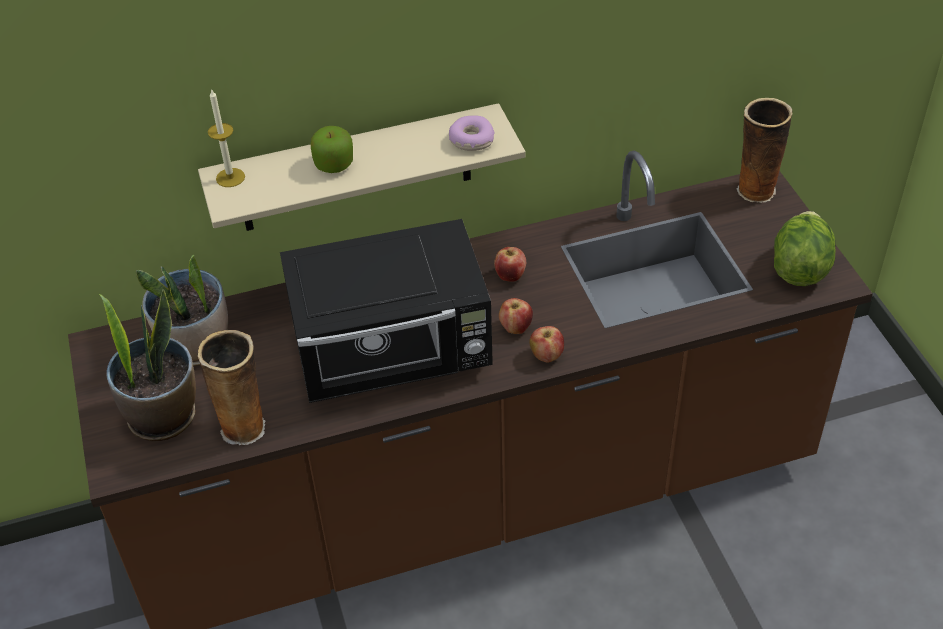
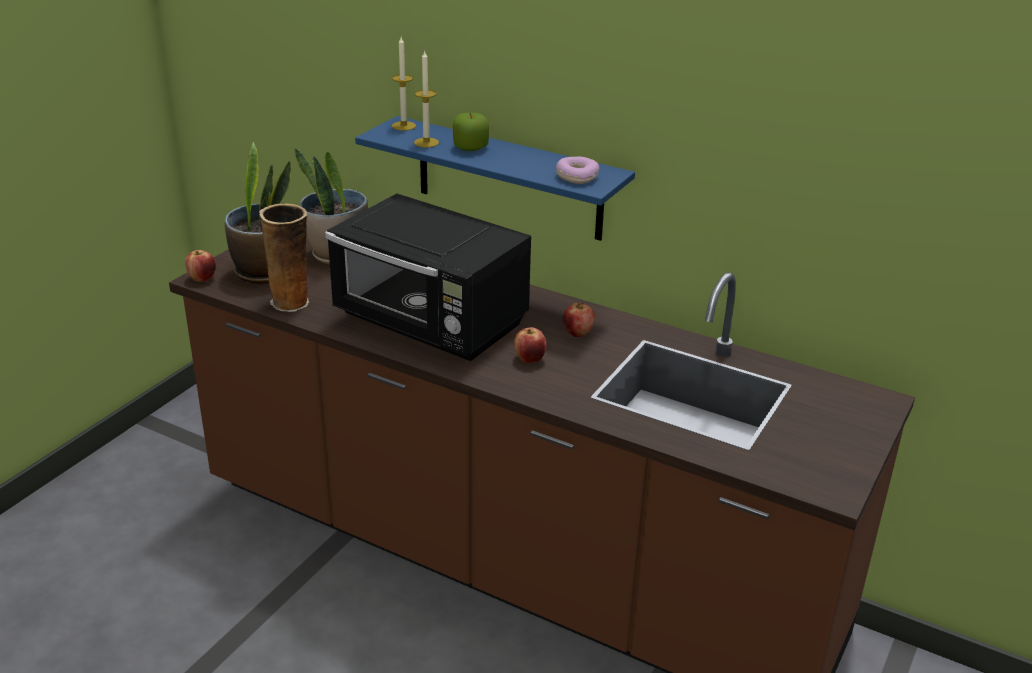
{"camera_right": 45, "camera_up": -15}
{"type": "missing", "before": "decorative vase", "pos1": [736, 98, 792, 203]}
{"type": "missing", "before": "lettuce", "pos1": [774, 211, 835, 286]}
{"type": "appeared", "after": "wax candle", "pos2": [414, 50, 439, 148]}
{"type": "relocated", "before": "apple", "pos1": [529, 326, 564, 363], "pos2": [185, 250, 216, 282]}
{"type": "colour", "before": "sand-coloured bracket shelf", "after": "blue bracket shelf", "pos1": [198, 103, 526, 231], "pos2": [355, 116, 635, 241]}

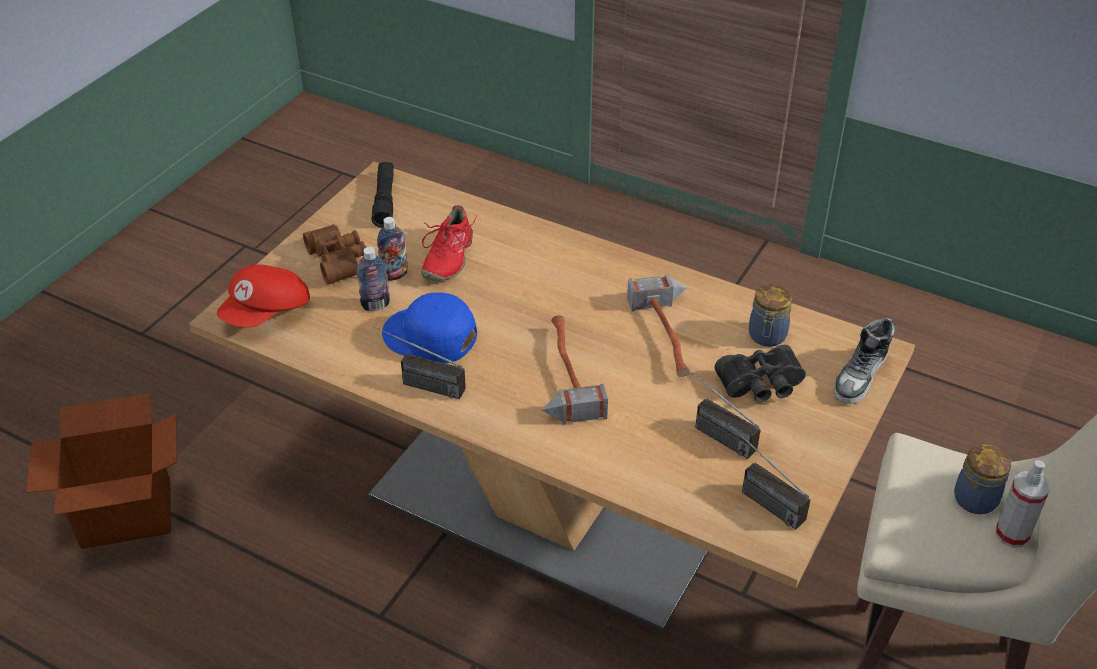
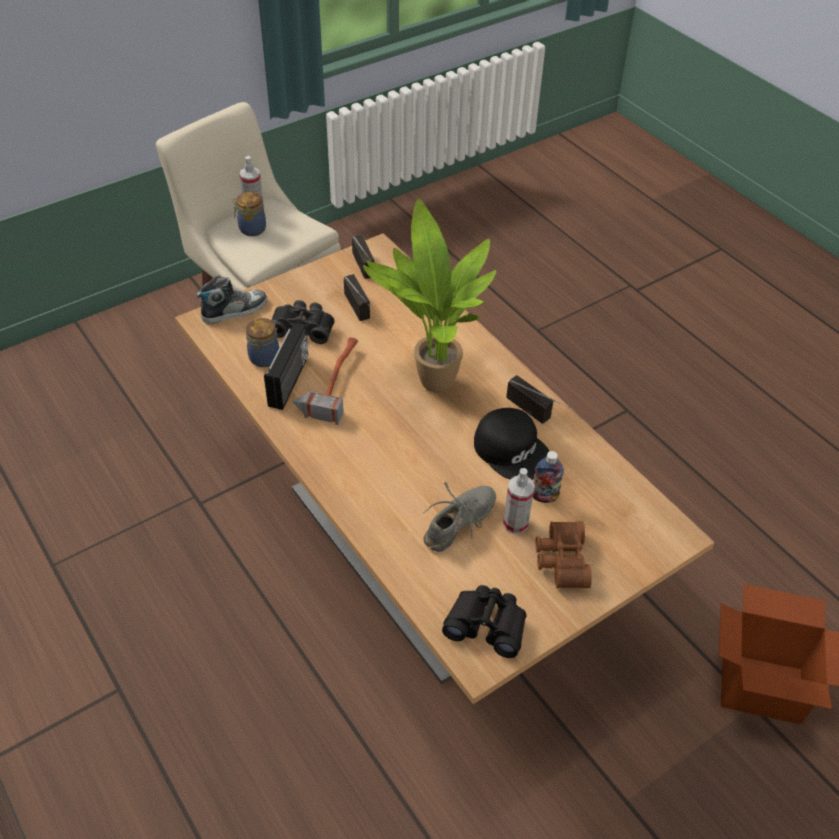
{"camera_right": -155, "camera_up": 5}
{"type": "missing", "before": "red peaked cap", "pos1": [217, 265, 310, 328]}
{"type": "appeared", "after": "radio set", "pos2": [264, 322, 309, 410]}
{"type": "exchanged", "before": "black torch", "after": "black binoculars", "pos1": [372, 162, 394, 228], "pos2": [442, 585, 526, 658]}
{"type": "exchanged", "before": "drink bottle", "after": "hand sprayer", "pos1": [377, 217, 408, 281], "pos2": [503, 468, 535, 534]}
{"type": "exchanged", "before": "hammer", "after": "plant in a pot", "pos1": [542, 315, 608, 425], "pos2": [363, 199, 496, 393]}
{"type": "colour", "before": "blue peaked cap", "after": "black peaked cap", "pos1": [382, 293, 477, 363], "pos2": [474, 408, 549, 480]}
{"type": "colour", "before": "red shoe", "after": "gray shoe", "pos1": [421, 205, 477, 281], "pos2": [423, 482, 496, 552]}

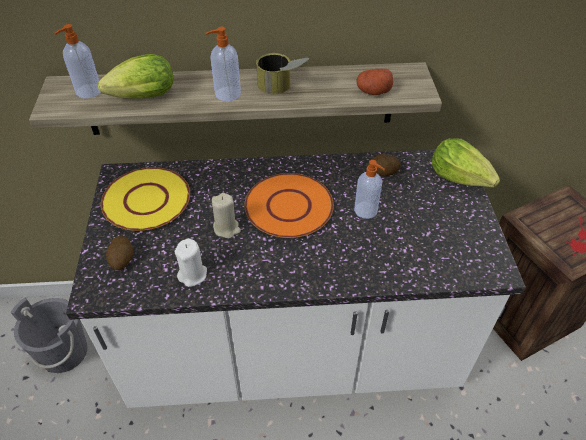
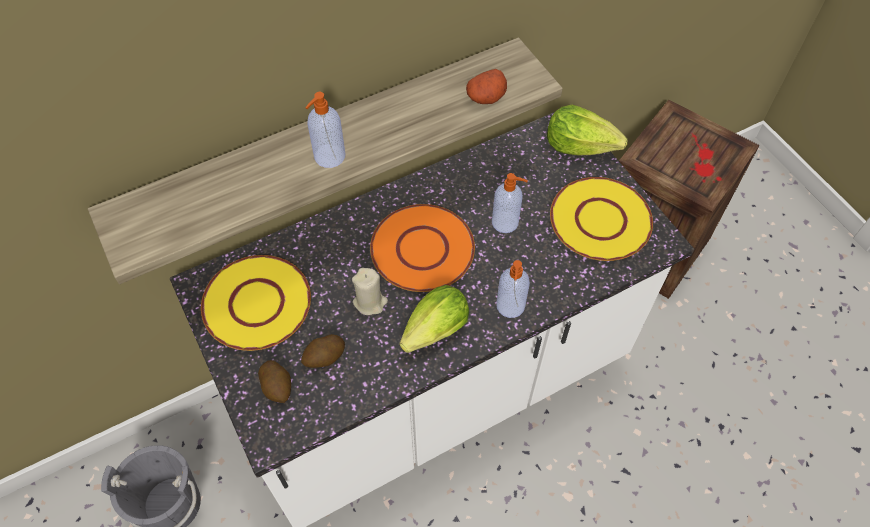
{"camera_right": -25, "camera_up": 10}
{"type": "missing", "before": "white-coloured wax candle", "pos1": [175, 238, 207, 287]}
{"type": "missing", "before": "sealed can", "pos1": [256, 53, 309, 94]}
{"type": "appeared", "after": "yellow dinner plate", "pos2": [550, 177, 653, 261]}
{"type": "relocated", "before": "soap dispenser", "pos1": [54, 24, 101, 98], "pos2": [496, 260, 530, 318]}
{"type": "relocated", "before": "lettuce", "pos1": [98, 54, 173, 99], "pos2": [400, 285, 469, 353]}
{"type": "relocated", "before": "potato", "pos1": [366, 154, 401, 176], "pos2": [301, 334, 345, 368]}

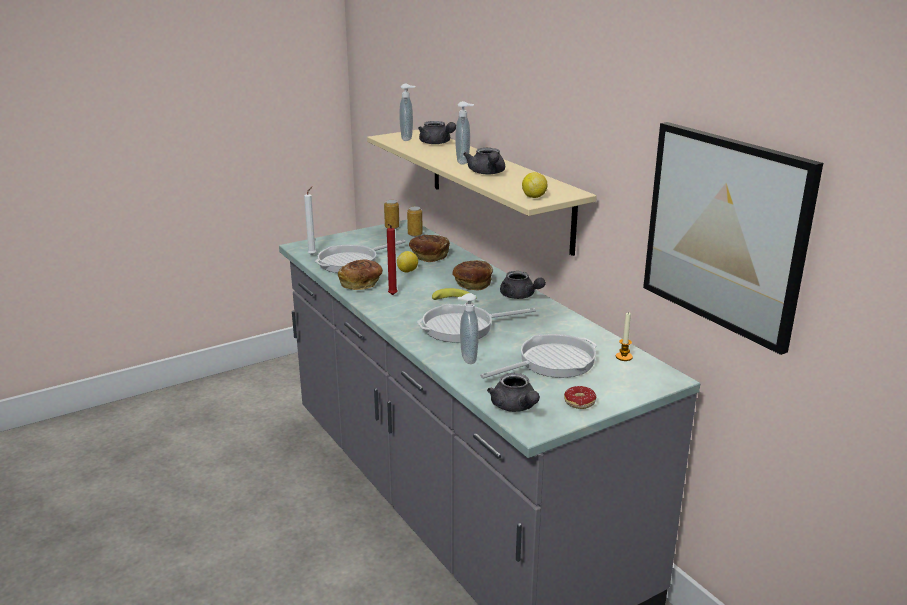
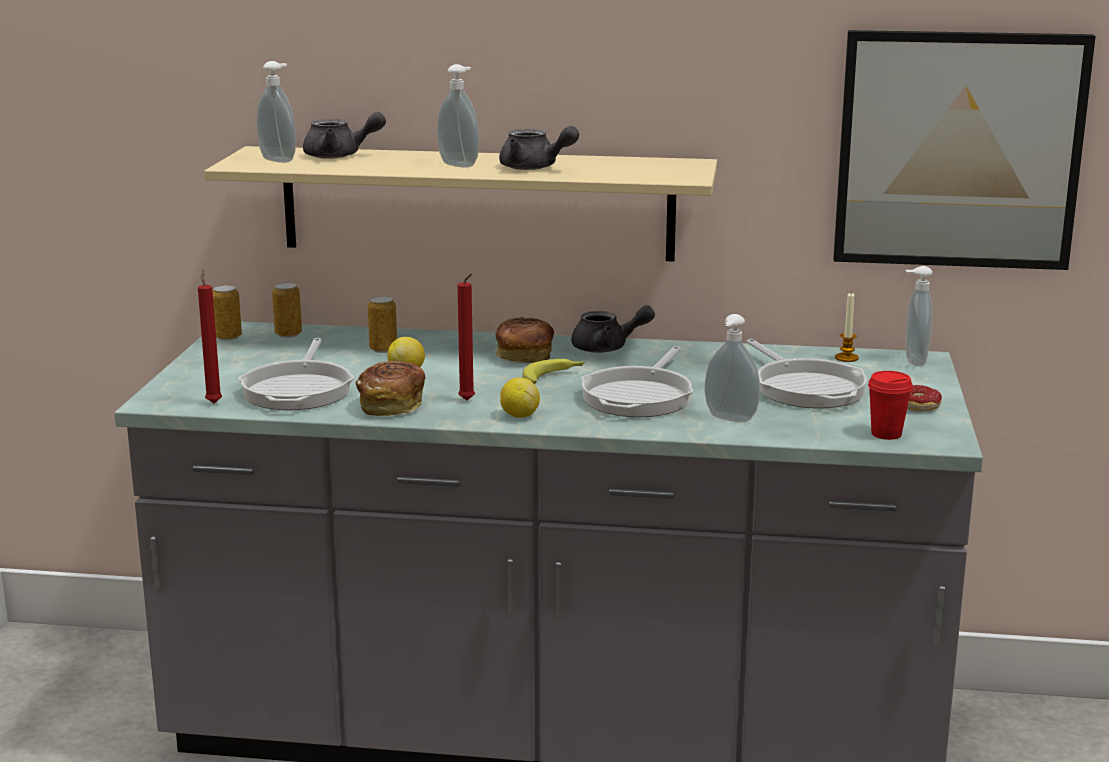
{"camera_right": -50, "camera_up": -5}
{"type": "appeared", "after": "soap dispenser", "pos2": [906, 266, 933, 366]}
{"type": "relocated", "before": "whole lemon", "pos1": [522, 172, 547, 198], "pos2": [500, 378, 540, 418]}
{"type": "exchanged", "before": "bakery bread", "after": "sealed can", "pos1": [409, 235, 450, 262], "pos2": [368, 296, 397, 353]}
{"type": "exchanged", "before": "gray teapot", "after": "red cup", "pos1": [487, 373, 540, 412], "pos2": [868, 371, 913, 440]}
{"type": "colour", "before": "white-coloured wax candle", "after": "red wax candle", "pos1": [304, 186, 316, 255], "pos2": [198, 270, 222, 403]}
{"type": "spun", "before": "pan", "pos1": [480, 334, 597, 379], "pos2": [746, 339, 867, 409], "turn": 150}

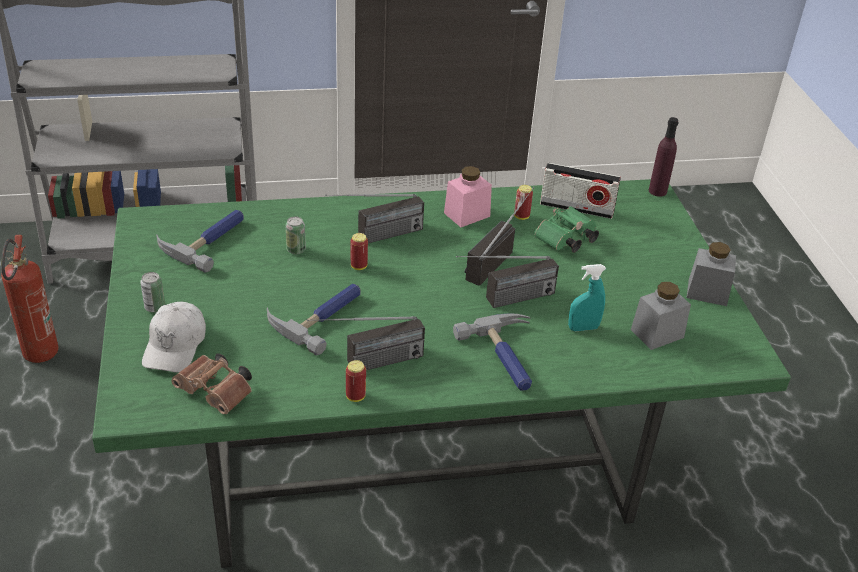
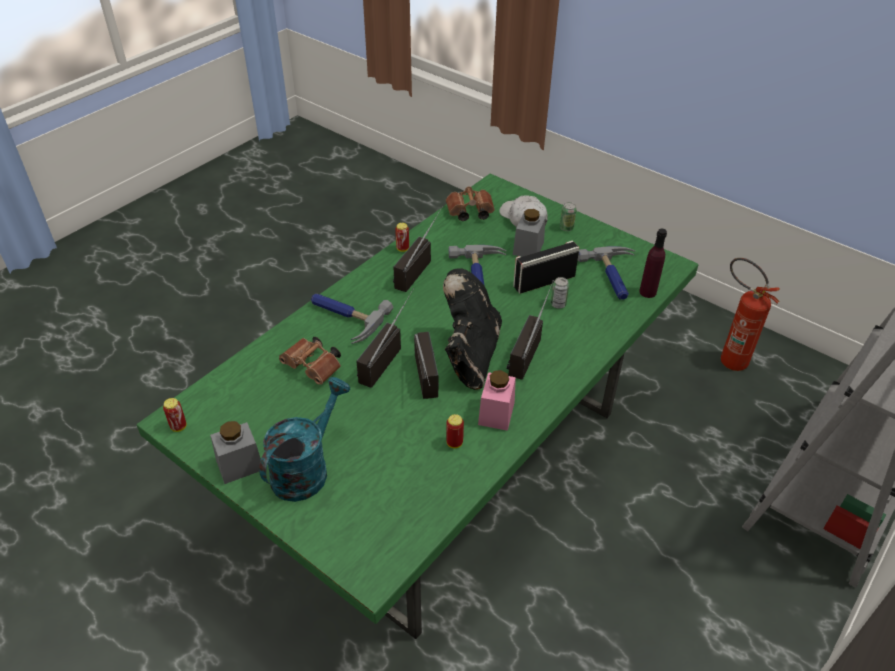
{"camera_right": 140, "camera_up": 5}
{"type": "missing", "before": "green-coloured binoculars", "pos1": [534, 206, 599, 253]}
{"type": "appeared", "after": "turquoise-coloured watering pot", "pos2": [259, 377, 351, 502]}
{"type": "appeared", "after": "black boot", "pos2": [443, 268, 502, 390]}
{"type": "relocated", "before": "sealed can", "pos1": [351, 233, 368, 270], "pos2": [163, 398, 187, 432]}
{"type": "relocated", "before": "radio set", "pos1": [540, 163, 621, 219], "pos2": [513, 241, 579, 294]}
{"type": "relocated", "before": "gray storage jar", "pos1": [631, 282, 691, 350], "pos2": [513, 209, 546, 257]}
{"type": "relocated", "before": "purplish drink bottle", "pos1": [649, 117, 679, 197], "pos2": [639, 229, 667, 298]}
{"type": "exchanged", "before": "turquoise-coloured hand sprayer", "after": "brown-coloured binoculars", "pos1": [568, 264, 606, 331], "pos2": [279, 337, 341, 385]}

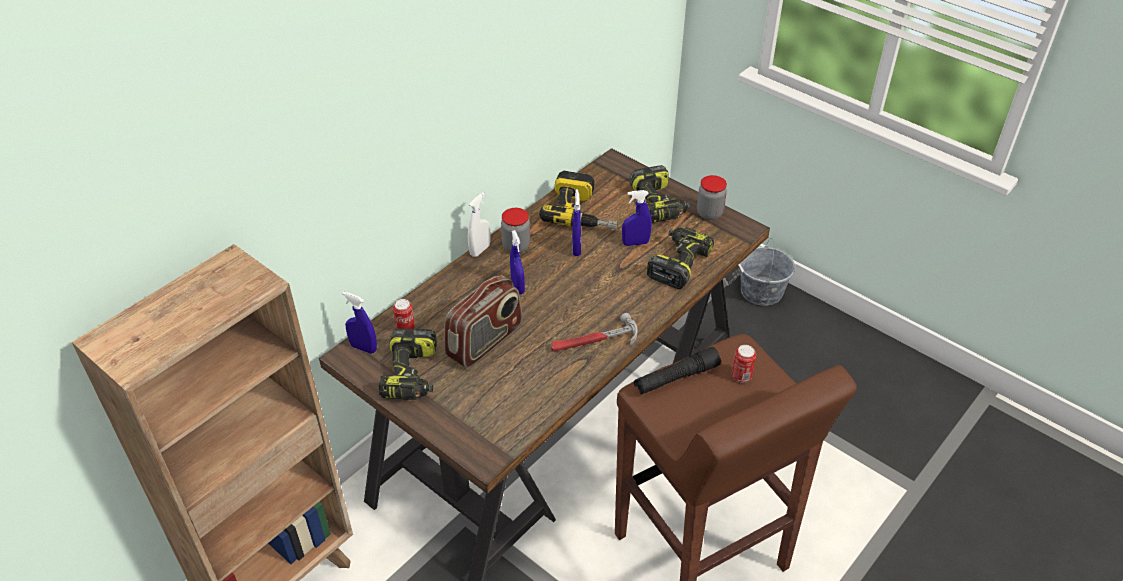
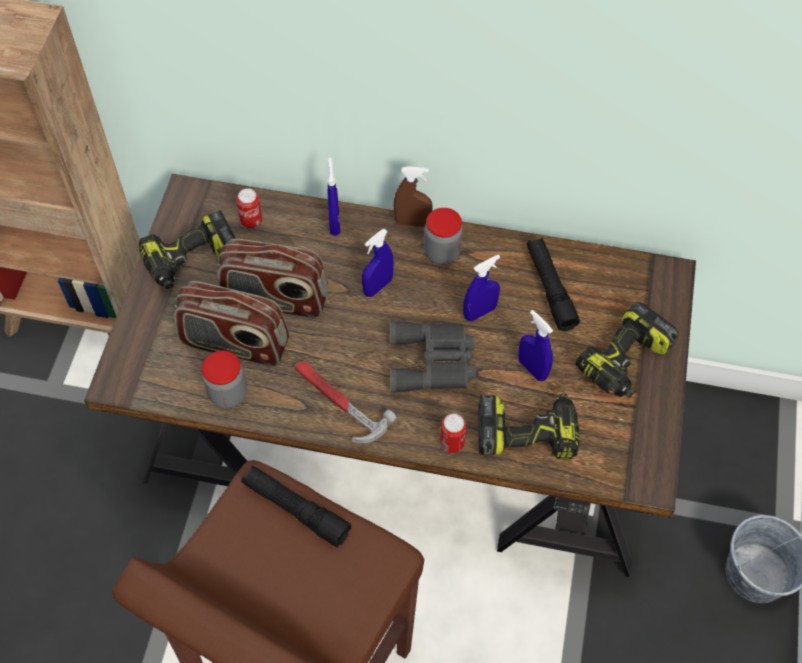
{"camera_right": 60, "camera_up": 15}
{"type": "appeared", "after": "radio set", "pos2": [174, 281, 289, 367]}
{"type": "appeared", "after": "gray binoculars", "pos2": [390, 322, 476, 392]}
{"type": "relocated", "before": "blue hand sprayer", "pos1": [342, 291, 377, 354], "pos2": [327, 157, 340, 236]}
{"type": "relocated", "before": "storage jar", "pos1": [697, 175, 727, 220], "pos2": [202, 350, 247, 409]}
{"type": "relocated", "before": "sealed can", "pos1": [732, 345, 756, 383], "pos2": [440, 414, 467, 453]}
{"type": "exchanged", "before": "drill", "after": "black torch", "pos1": [539, 171, 618, 229], "pos2": [527, 237, 580, 331]}
{"type": "colour", "before": "white-coloured hand sprayer", "after": "brown-coloured hand sprayer", "pos1": [468, 192, 490, 257], "pos2": [394, 166, 433, 227]}

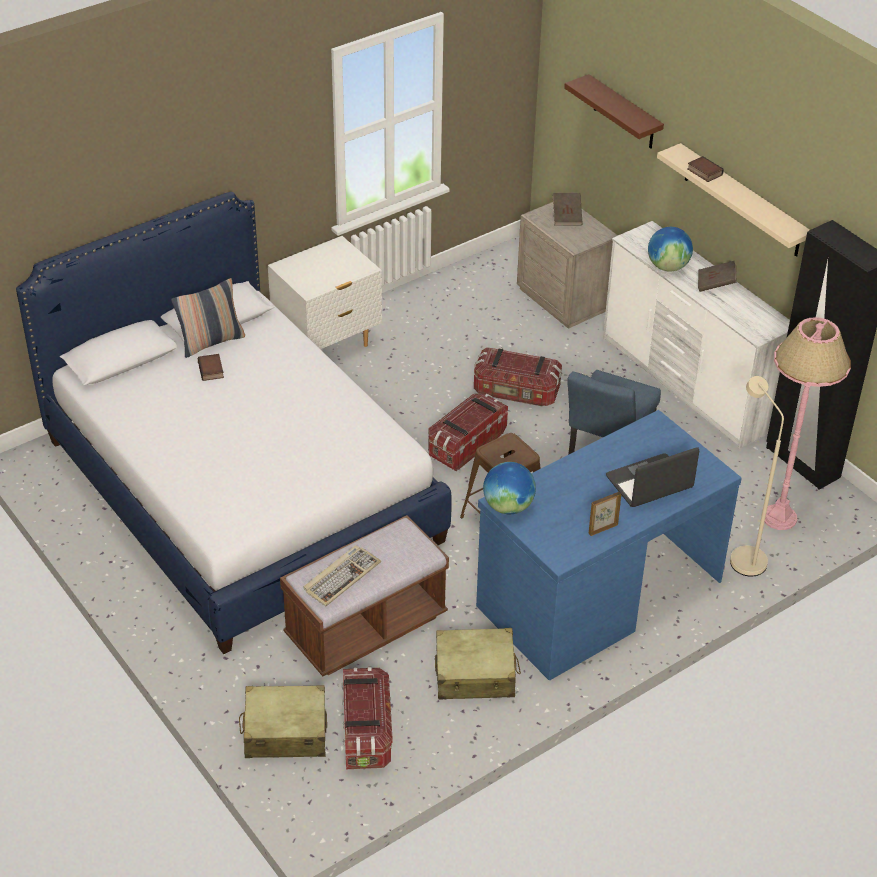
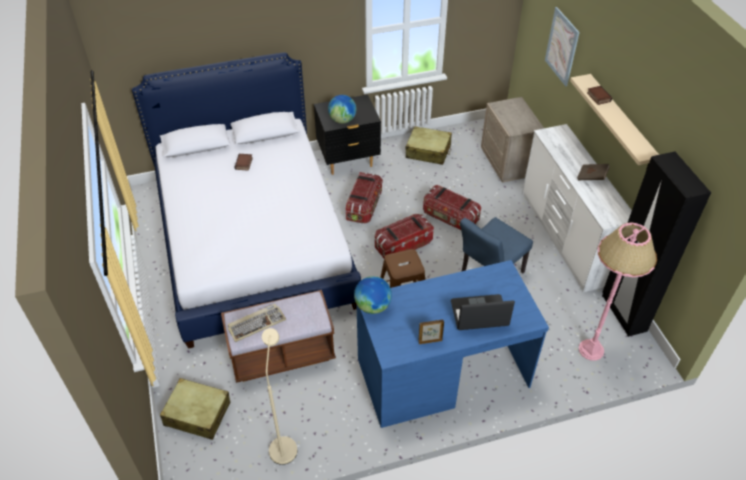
{"camera_right": 20, "camera_up": 5}
{"type": "missing", "before": "cushion", "pos1": [171, 278, 245, 358]}
{"type": "missing", "before": "brown-coloured volume", "pos1": [553, 193, 583, 225]}
{"type": "relocated", "before": "storage box", "pos1": [342, 667, 393, 769], "pos2": [346, 172, 383, 223]}
{"type": "relocated", "before": "sand-coloured suitcase", "pos1": [435, 628, 521, 700], "pos2": [406, 126, 452, 165]}
{"type": "relocated", "before": "world globe", "pos1": [648, 227, 693, 272], "pos2": [328, 95, 356, 124]}
{"type": "relocated", "before": "sand-coloured standing lamp", "pos1": [730, 376, 784, 577], "pos2": [262, 328, 297, 465]}
{"type": "exchanged", "before": "brown-coloured bracket shelf", "after": "picture", "pos1": [564, 74, 664, 149], "pos2": [545, 7, 580, 86]}
{"type": "colour", "before": "white-coloured nightstand", "after": "black nightstand", "pos1": [268, 236, 382, 349], "pos2": [314, 95, 381, 175]}

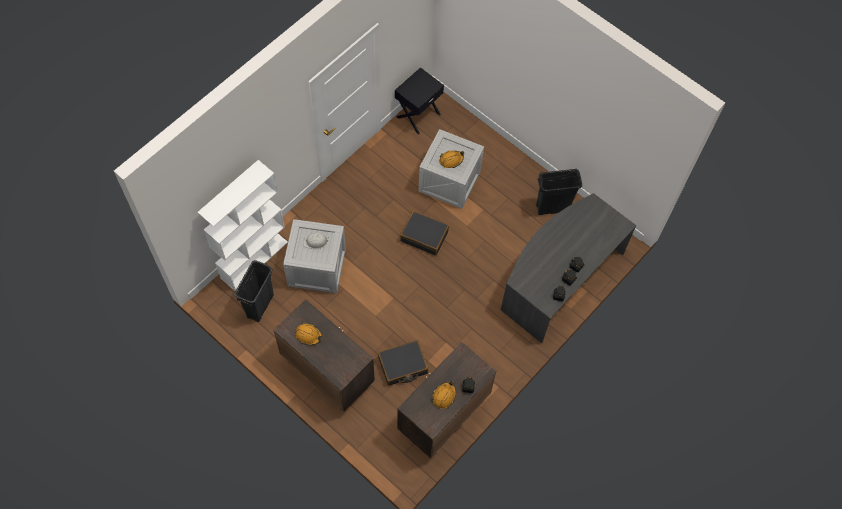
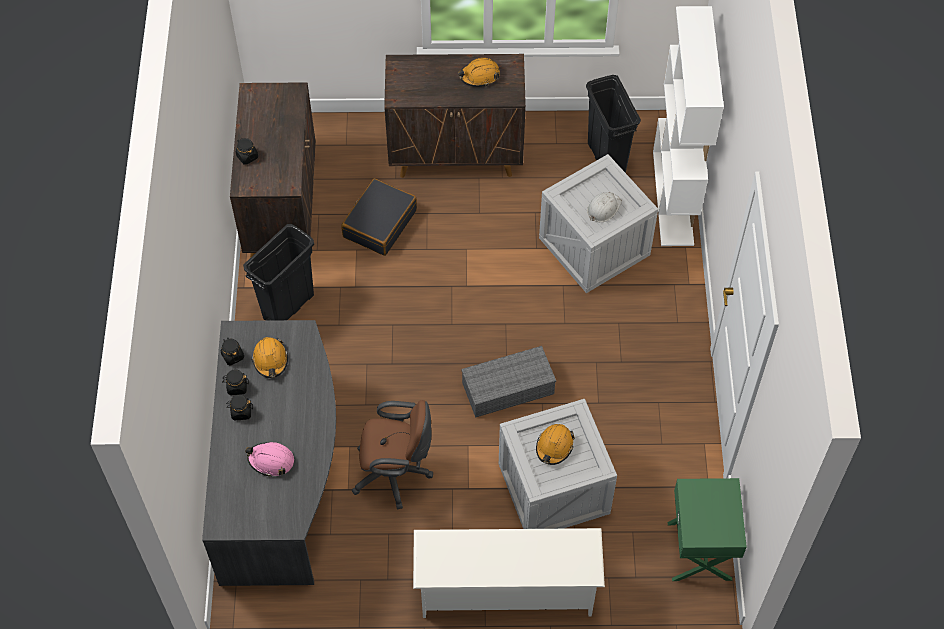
{"camera_right": 140, "camera_up": -5}
{"type": "appeared", "after": "pink work helmet", "pos2": [245, 442, 294, 477]}
{"type": "appeared", "after": "brown-coloured desk chair", "pos2": [352, 400, 433, 509]}
{"type": "appeared", "after": "white-coloured shoe stand", "pos2": [413, 528, 605, 618]}
{"type": "relocated", "before": "orange-coloured work helmet", "pos1": [431, 381, 456, 409], "pos2": [252, 337, 288, 378]}
{"type": "relocated", "before": "black waste bin", "pos1": [536, 169, 582, 215], "pos2": [243, 224, 314, 321]}
{"type": "exchanged", "before": "black suitcase", "after": "gray storage box", "pos1": [400, 211, 449, 256], "pos2": [461, 346, 556, 418]}
{"type": "colour", "before": "black nightstand", "after": "green-coloured nightstand", "pos1": [395, 67, 444, 134], "pos2": [668, 478, 747, 581]}

